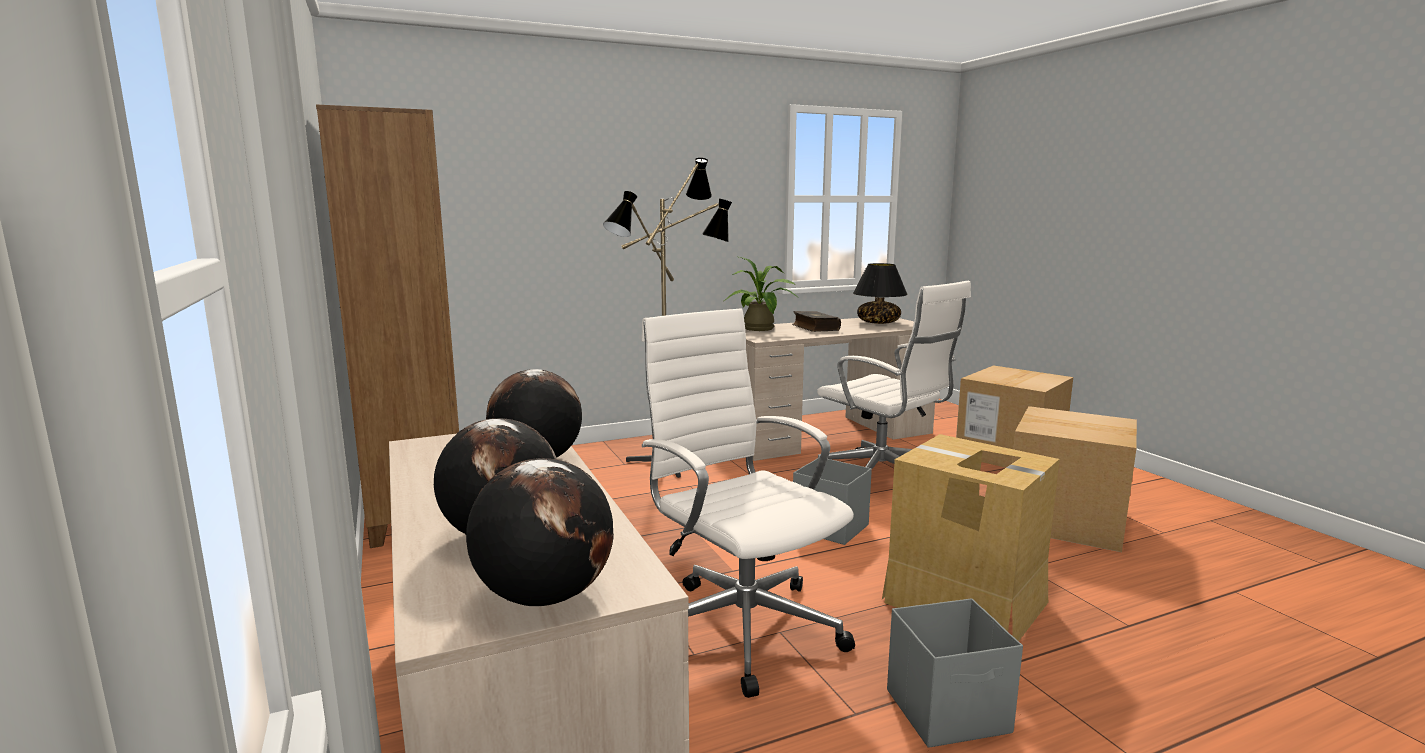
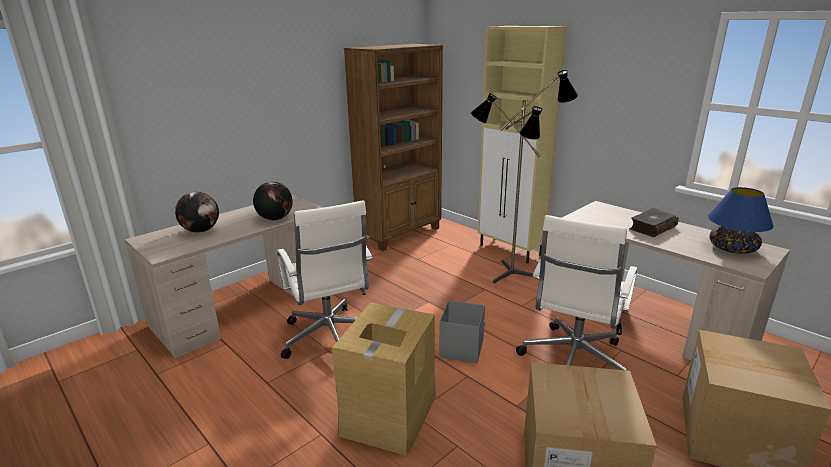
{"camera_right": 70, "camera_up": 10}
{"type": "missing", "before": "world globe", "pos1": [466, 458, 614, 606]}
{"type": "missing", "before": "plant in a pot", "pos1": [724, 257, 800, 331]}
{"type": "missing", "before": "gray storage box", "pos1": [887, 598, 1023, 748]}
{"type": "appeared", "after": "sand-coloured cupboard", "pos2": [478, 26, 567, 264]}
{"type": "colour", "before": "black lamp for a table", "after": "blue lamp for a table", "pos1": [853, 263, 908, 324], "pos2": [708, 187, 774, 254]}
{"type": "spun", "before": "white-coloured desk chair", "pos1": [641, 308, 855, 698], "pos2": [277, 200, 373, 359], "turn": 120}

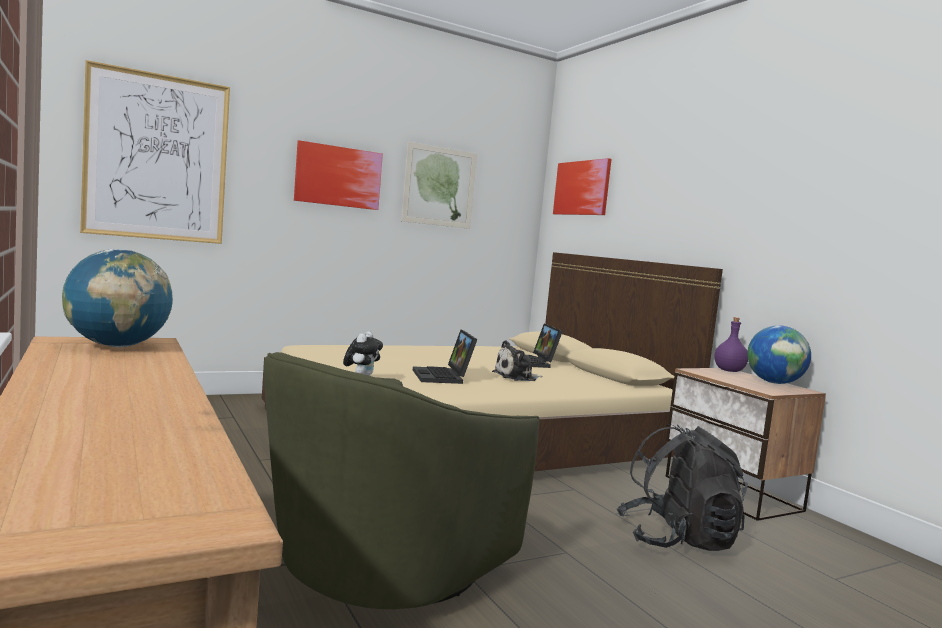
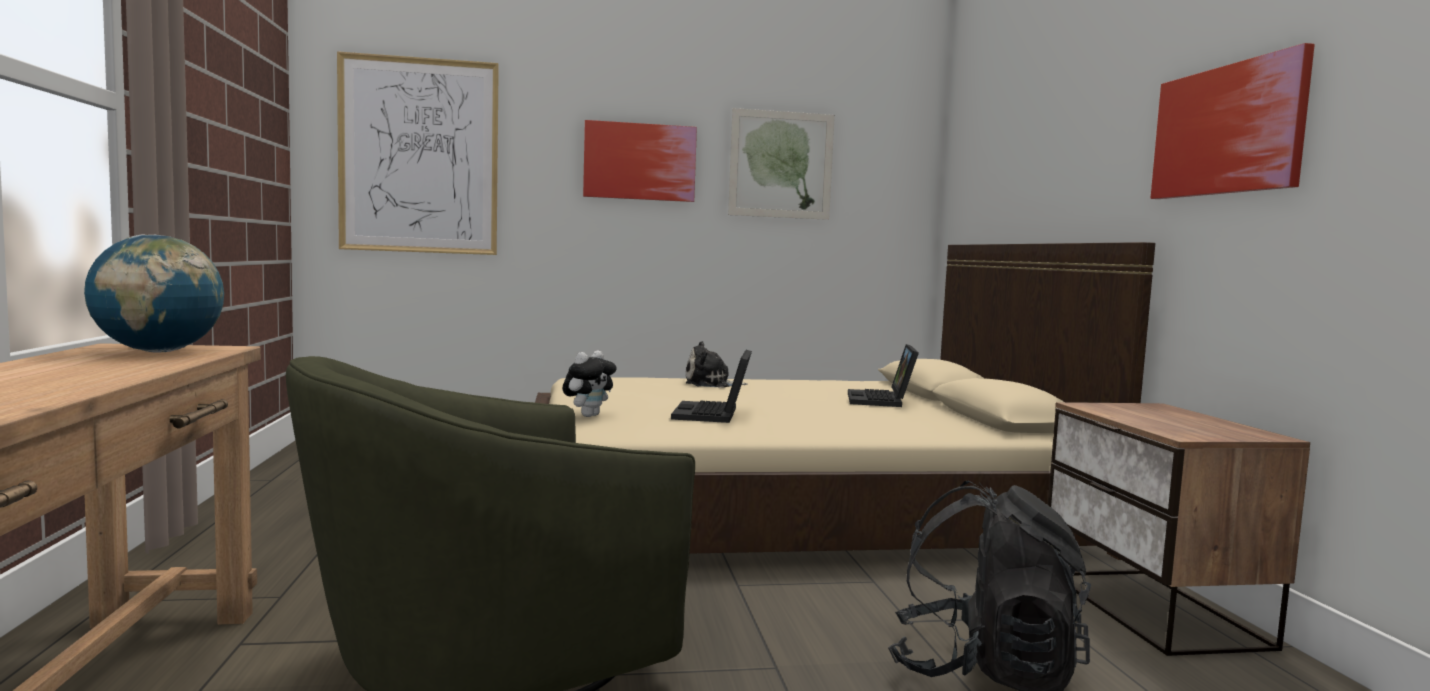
{"camera_right": 20, "camera_up": 0}
{"type": "missing", "before": "purplish drink bottle", "pos1": [714, 317, 748, 372]}
{"type": "missing", "before": "world globe", "pos1": [747, 325, 811, 384]}
{"type": "relocated", "before": "soft toy", "pos1": [492, 340, 543, 381], "pos2": [685, 341, 748, 388]}
{"type": "relocated", "before": "picture", "pos1": [553, 158, 612, 215], "pos2": [1151, 43, 1315, 199]}

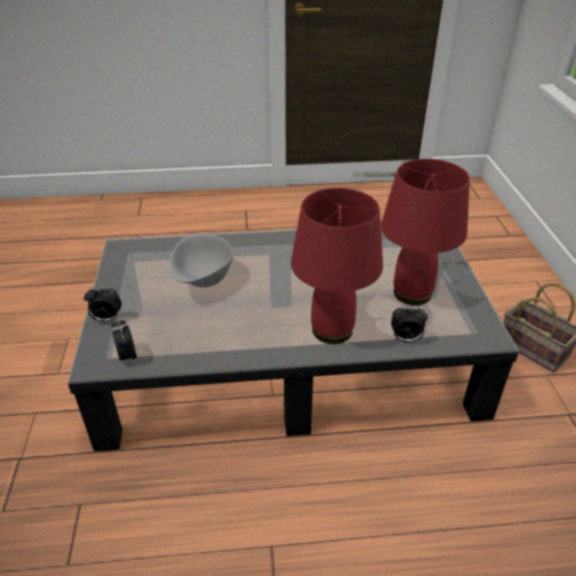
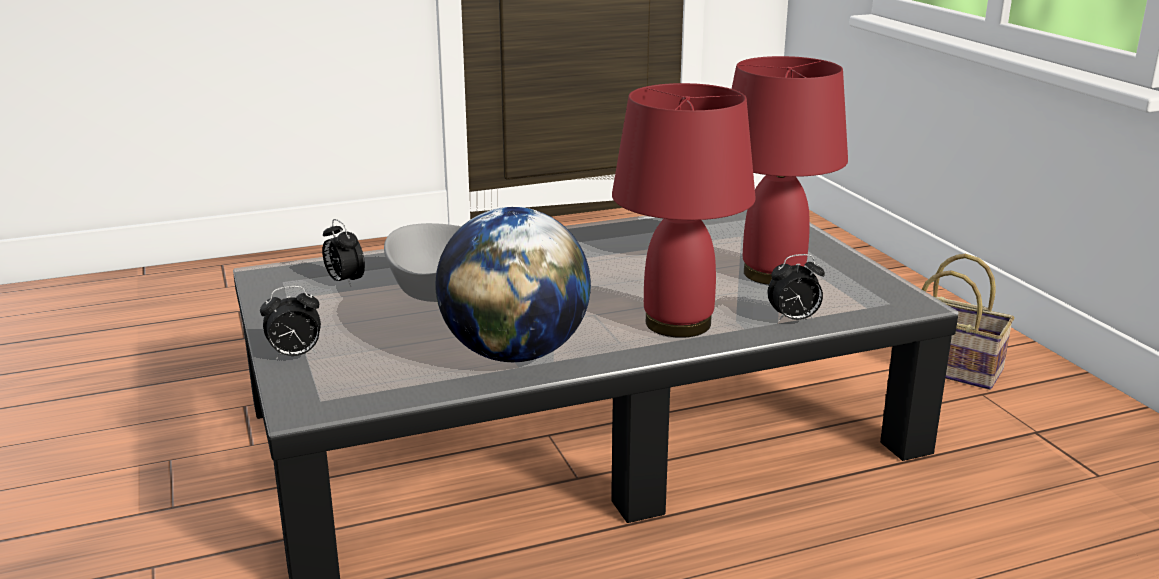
{"camera_right": -15, "camera_up": -15}
{"type": "appeared", "after": "world globe", "pos2": [436, 207, 591, 362]}
{"type": "relocated", "before": "table clock", "pos1": [111, 318, 137, 364], "pos2": [322, 219, 365, 287]}

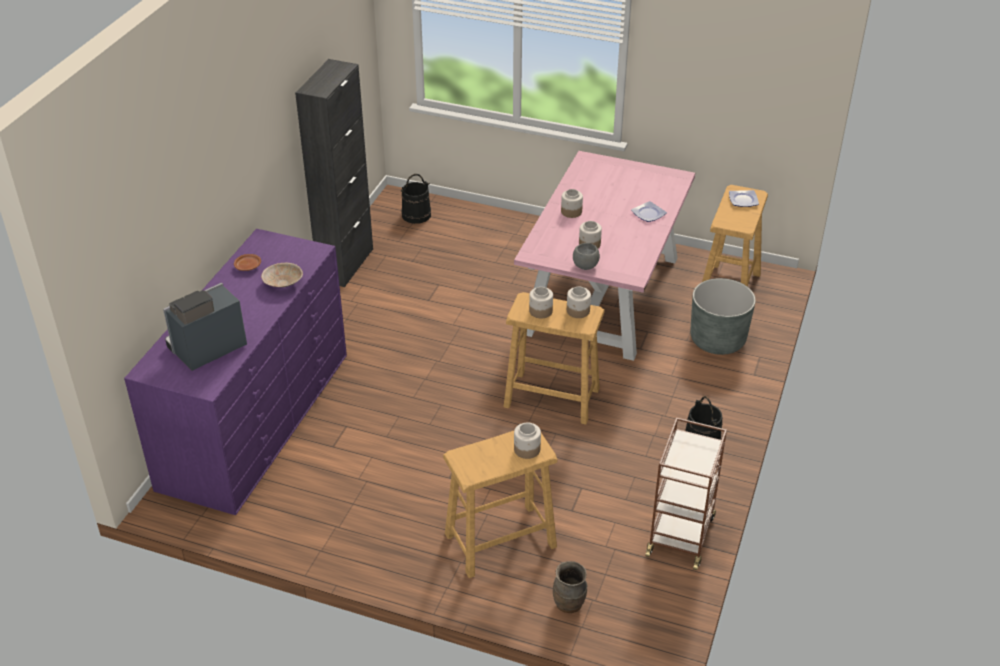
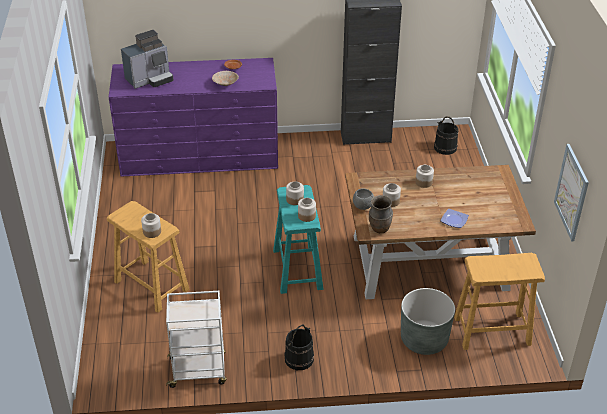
{"camera_right": 65, "camera_up": 0}
{"type": "missing", "before": "dinner plate", "pos1": [729, 190, 759, 207]}
{"type": "appeared", "after": "picture", "pos2": [554, 144, 589, 241]}
{"type": "relocated", "before": "brown-coloured decorative vase", "pos1": [553, 561, 587, 613], "pos2": [369, 195, 393, 233]}
{"type": "colour", "before": "sand-coloured stool seat", "after": "turquoise-coloured stool seat", "pos1": [504, 292, 605, 425], "pos2": [273, 185, 323, 294]}
{"type": "colour", "before": "pink dining table", "after": "brown-coloured dining table", "pos1": [514, 151, 695, 361], "pos2": [345, 165, 536, 299]}
{"type": "colour", "before": "brown-coloured trolley", "after": "white-coloured trolley", "pos1": [645, 417, 727, 570], "pos2": [166, 291, 226, 388]}
{"type": "spun", "before": "coffee brewer", "pos1": [163, 282, 247, 371], "pos2": [121, 30, 173, 89], "turn": 120}

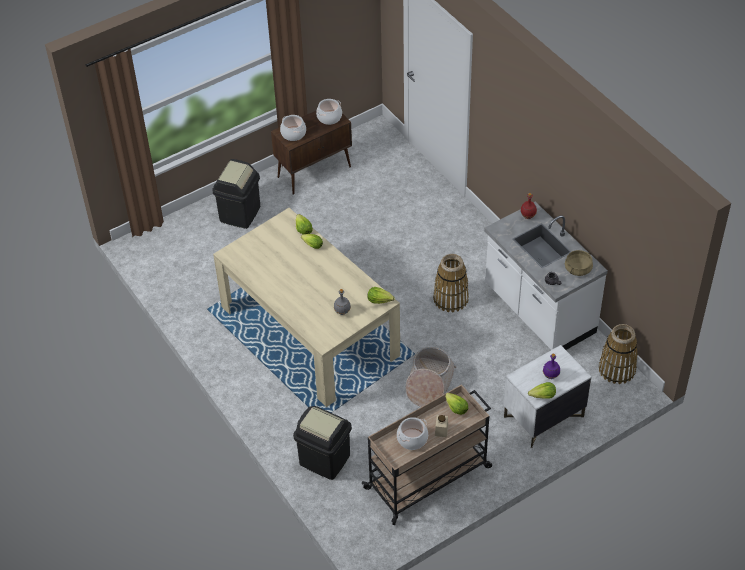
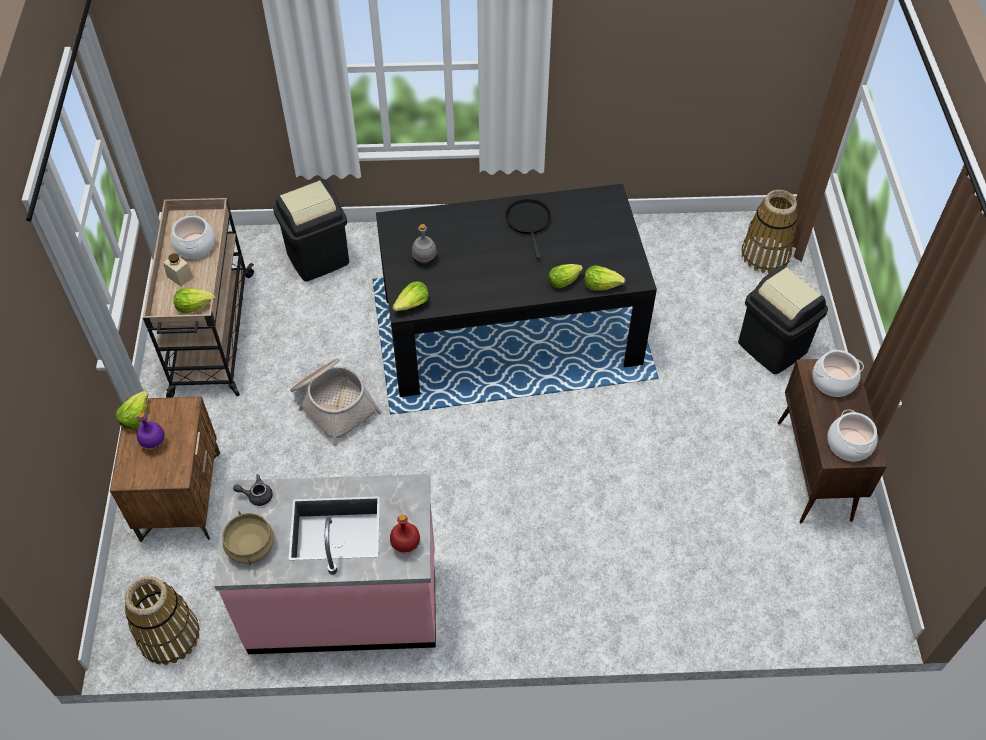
{"camera_right": 120, "camera_up": 5}
{"type": "appeared", "after": "black pan", "pos2": [505, 199, 551, 259]}
{"type": "relocated", "before": "storage basket", "pos1": [433, 254, 469, 312], "pos2": [741, 190, 798, 273]}
{"type": "colour", "before": "sand-coloured dining table", "after": "black dining table", "pos1": [213, 208, 400, 407], "pos2": [376, 184, 657, 397]}
{"type": "colour", "before": "white-coloured kitchen base unit", "after": "pink kitchen base unit", "pos1": [484, 202, 608, 350], "pos2": [214, 474, 436, 654]}
{"type": "colour", "before": "white-coloured nightstand", "after": "brown-coloured nightstand", "pos1": [503, 345, 592, 448], "pos2": [110, 397, 220, 542]}

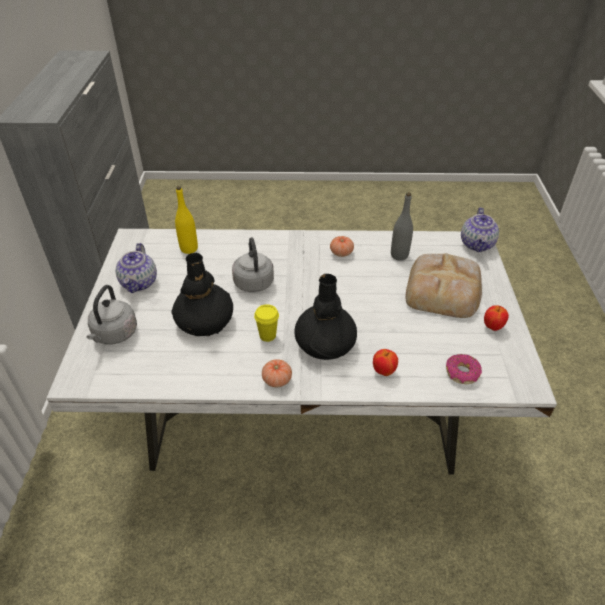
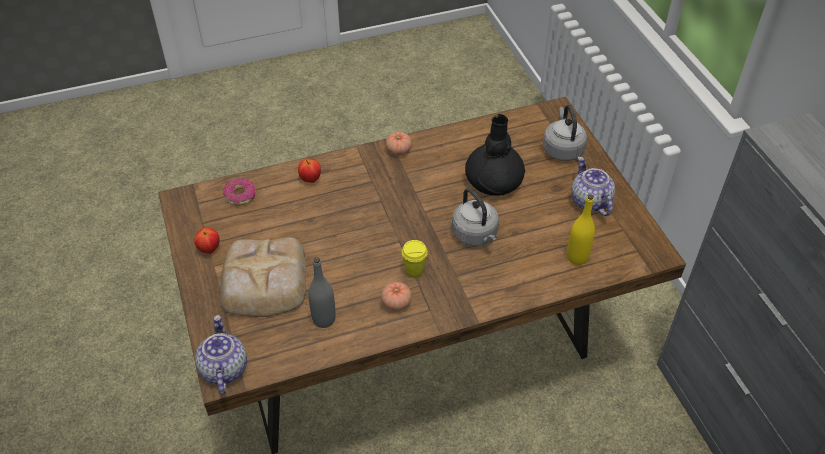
{"camera_right": 160, "camera_up": 5}
{"type": "missing", "before": "black decorative vase", "pos1": [294, 274, 357, 360]}
{"type": "relocated", "before": "yellow cup", "pos1": [254, 304, 279, 342], "pos2": [402, 240, 428, 278]}
{"type": "colour", "before": "white-coloured dining table", "after": "brown-coloured dining table", "pos1": [46, 229, 557, 475], "pos2": [158, 97, 686, 454]}

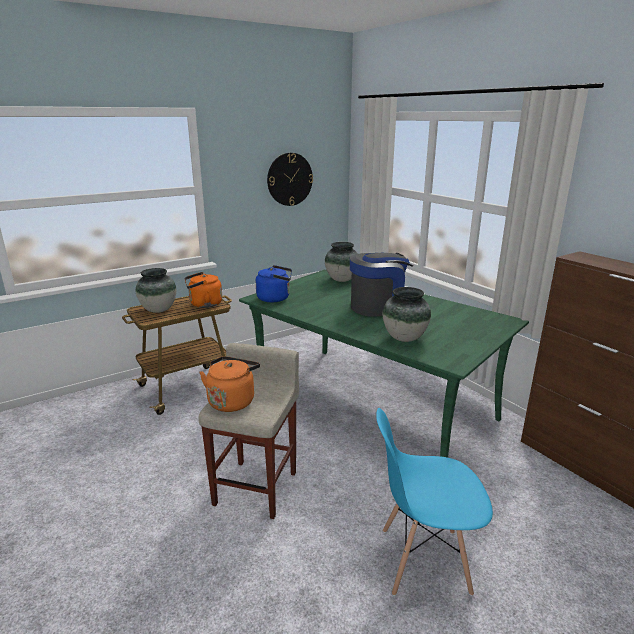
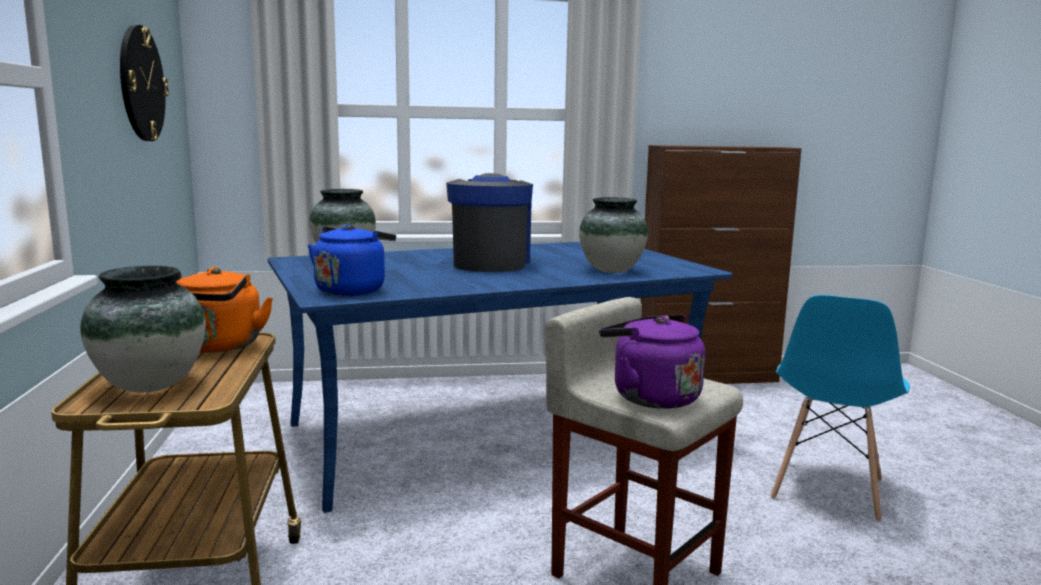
{"camera_right": -65, "camera_up": -10}
{"type": "colour", "before": "orange-coloured water kettle", "after": "purplish water kettle", "pos1": [199, 356, 260, 412], "pos2": [599, 315, 705, 409]}
{"type": "colour", "before": "green-coloured dining table", "after": "blue dining table", "pos1": [239, 270, 529, 458], "pos2": [268, 242, 733, 513]}

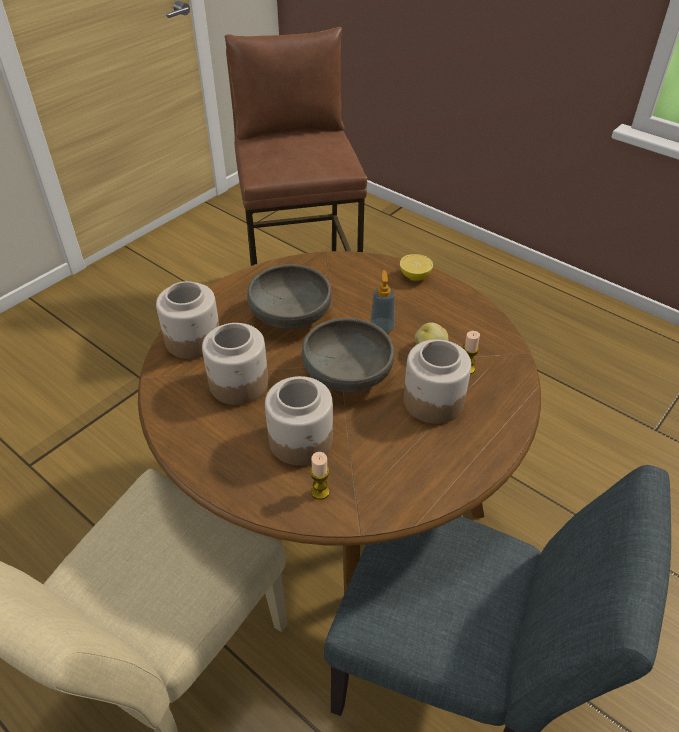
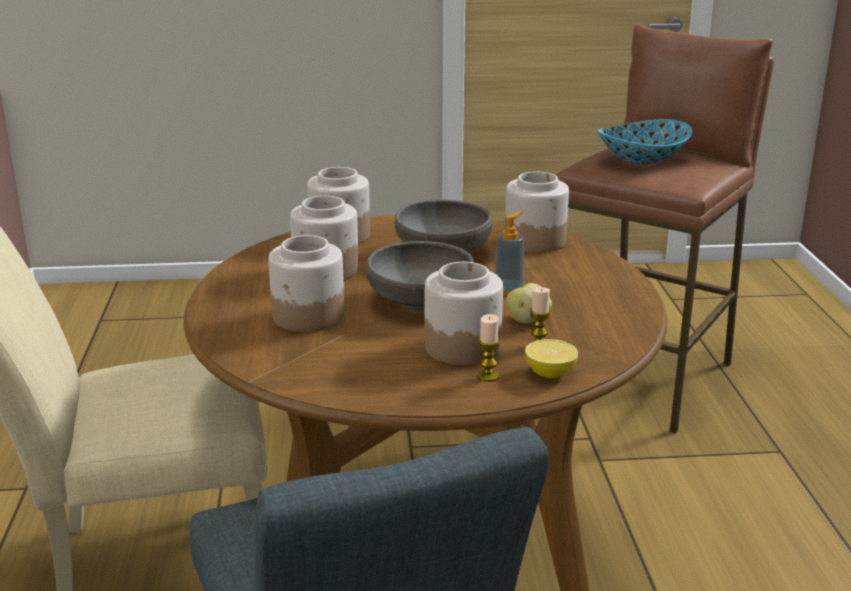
{"camera_right": 45, "camera_up": -20}
{"type": "appeared", "after": "storage jar", "pos2": [505, 172, 569, 253]}
{"type": "appeared", "after": "bowl", "pos2": [597, 119, 693, 165]}
{"type": "relocated", "before": "wax candle", "pos1": [310, 452, 330, 500], "pos2": [477, 314, 500, 382]}
{"type": "relocated", "before": "whole lemon", "pos1": [400, 254, 433, 281], "pos2": [525, 339, 578, 378]}

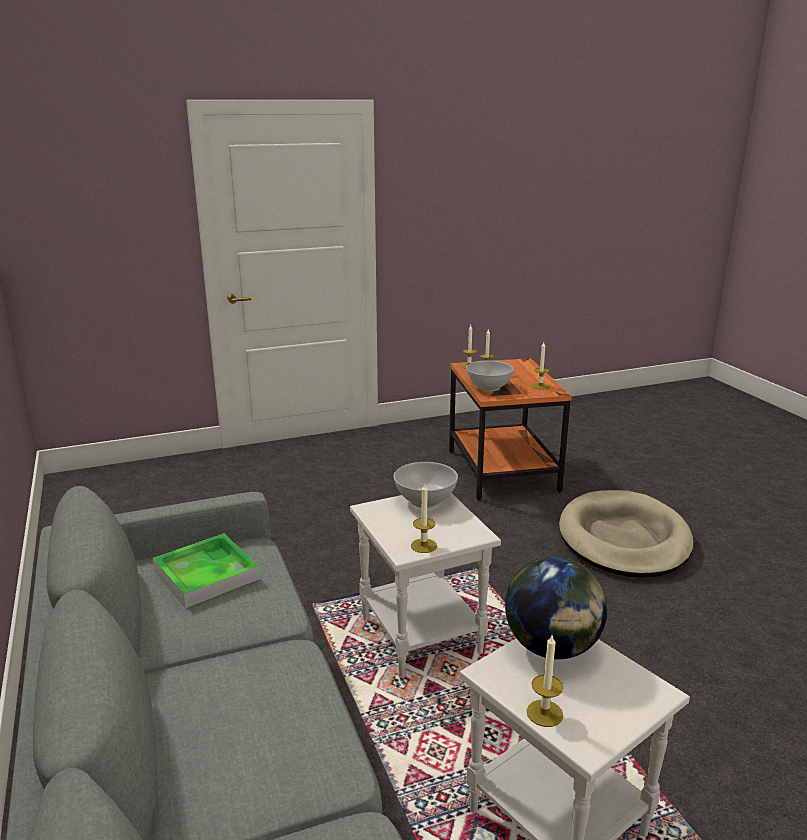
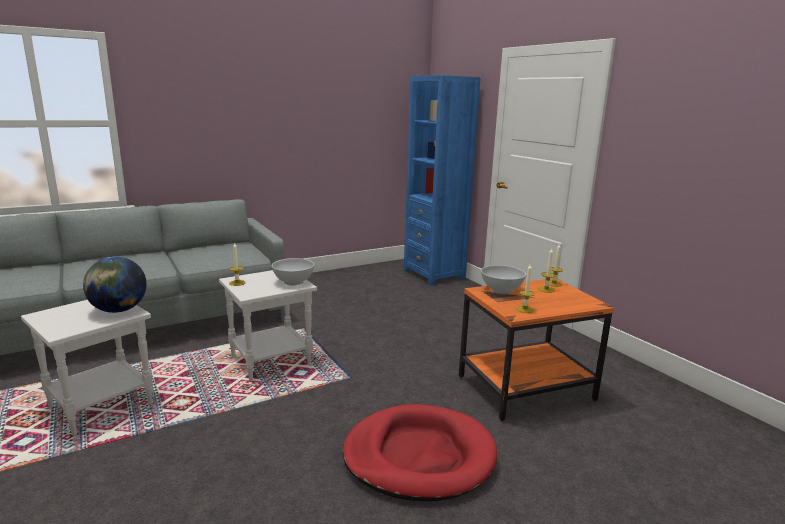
{"camera_right": 80, "camera_up": -5}
{"type": "missing", "before": "carrying tray", "pos1": [153, 534, 260, 608]}
{"type": "missing", "before": "wax candle", "pos1": [527, 635, 563, 727]}
{"type": "appeared", "after": "blue bookshelf", "pos2": [404, 75, 480, 286]}
{"type": "colour", "before": "sand-coloured dog cushion", "after": "red dog cushion", "pos1": [559, 490, 693, 578], "pos2": [343, 404, 497, 502]}

